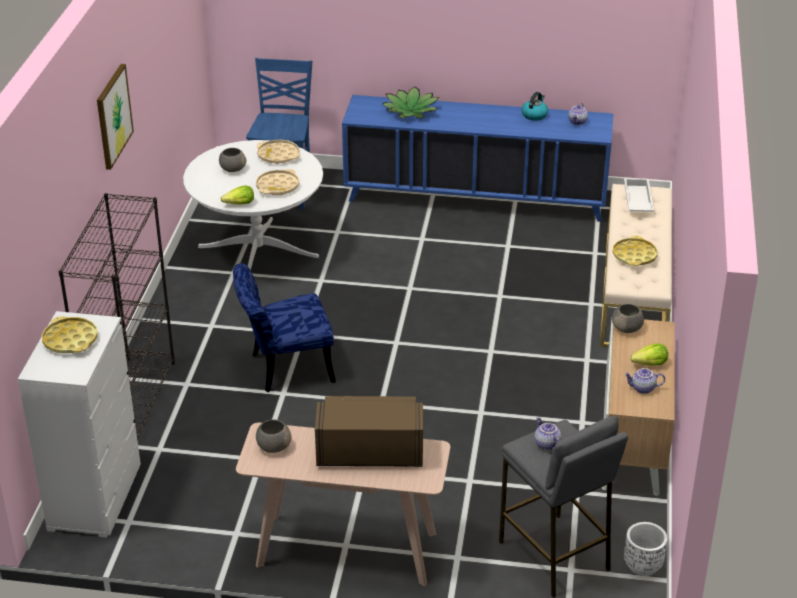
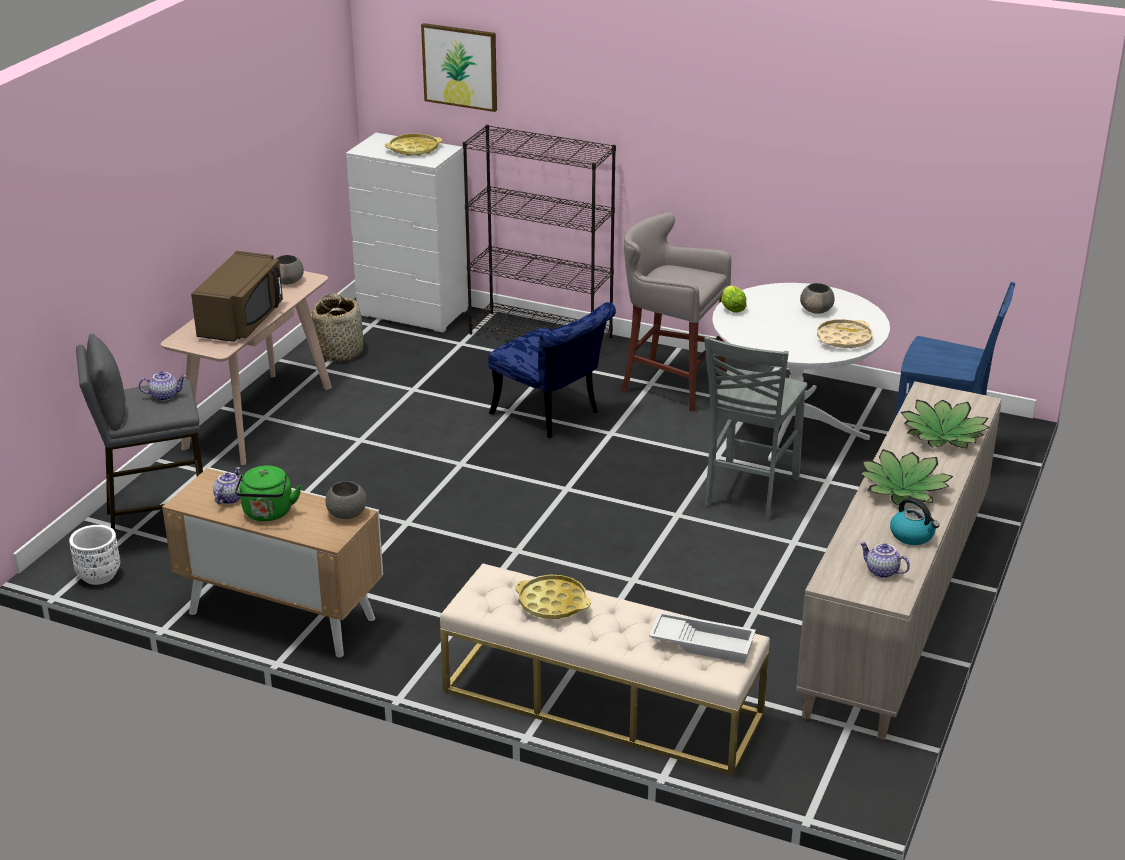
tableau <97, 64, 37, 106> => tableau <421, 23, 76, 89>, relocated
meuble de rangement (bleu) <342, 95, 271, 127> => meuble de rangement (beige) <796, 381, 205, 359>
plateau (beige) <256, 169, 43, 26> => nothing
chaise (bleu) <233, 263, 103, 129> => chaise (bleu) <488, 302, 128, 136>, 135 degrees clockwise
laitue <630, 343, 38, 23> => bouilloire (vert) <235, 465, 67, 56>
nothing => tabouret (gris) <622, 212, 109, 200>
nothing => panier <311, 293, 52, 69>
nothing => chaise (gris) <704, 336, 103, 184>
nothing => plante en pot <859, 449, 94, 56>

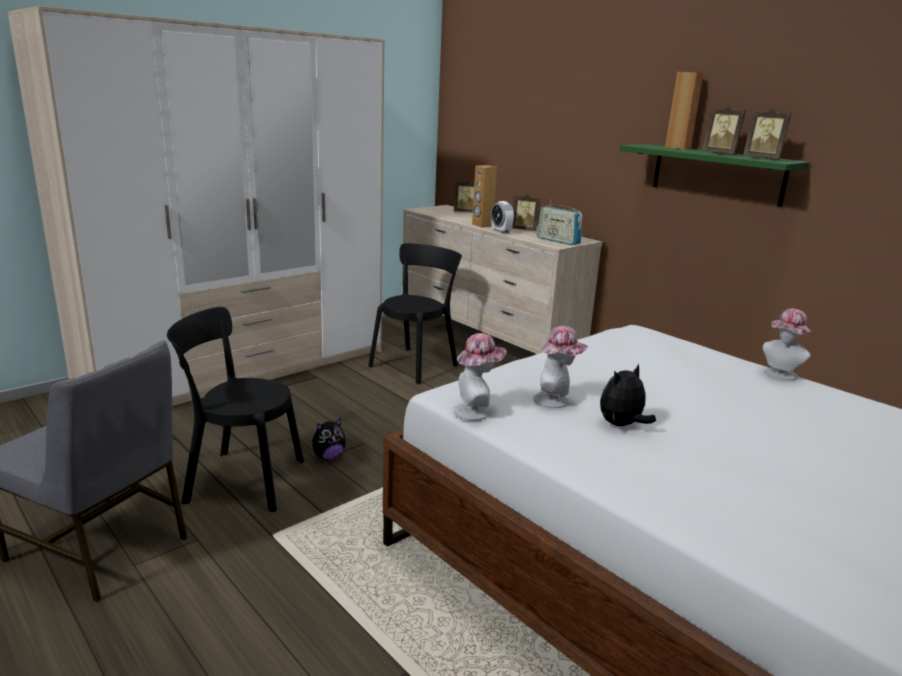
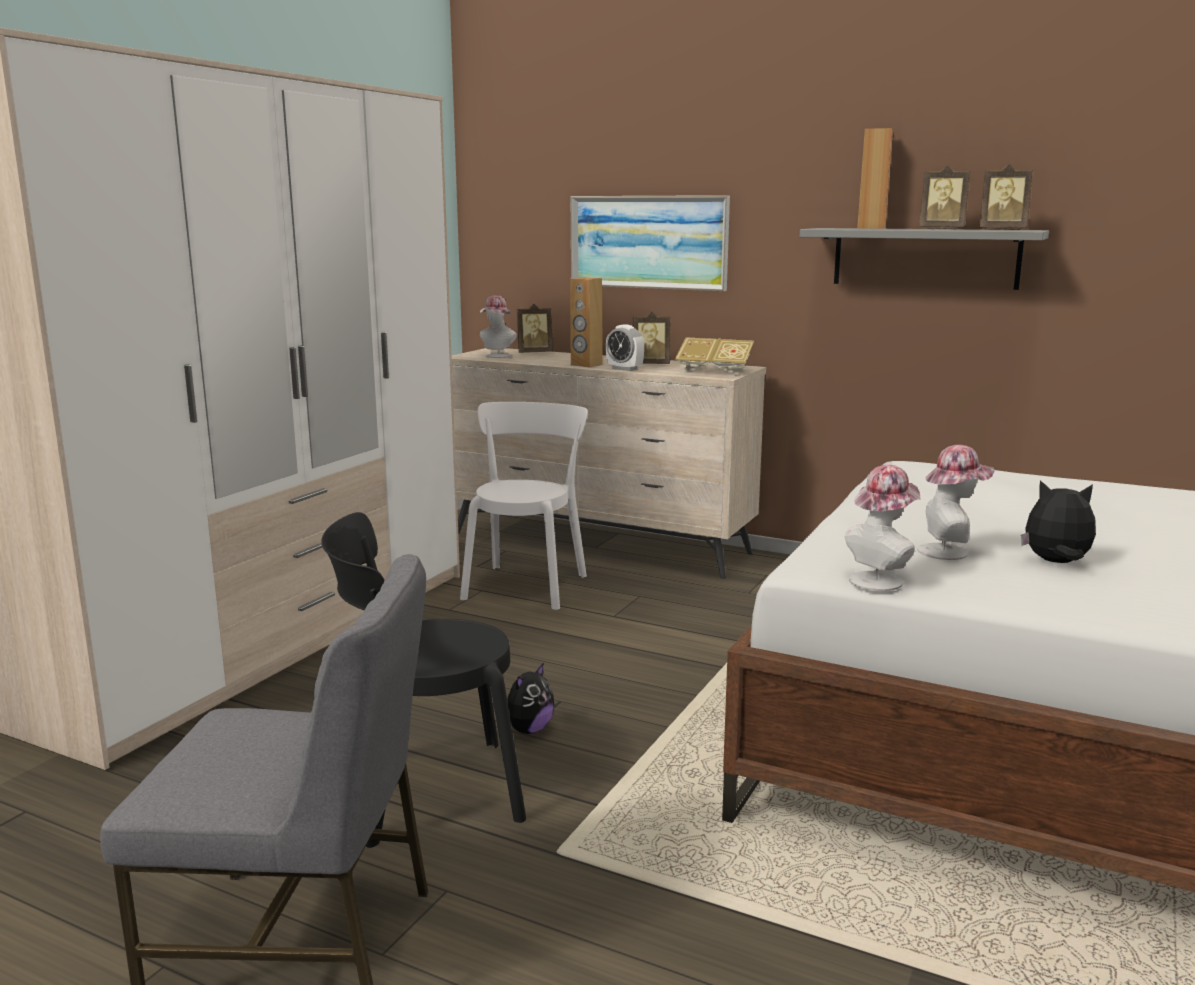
étagère (vert) <619, 144, 191, 63> => étagère (gris) <800, 228, 249, 62>
radio <537, 200, 45, 45> => livre <675, 337, 79, 38>
chaise (noir) <368, 243, 94, 141> => chaise (blanc) <460, 402, 128, 208>
chapeau <763, 309, 48, 72> => chapeau <480, 295, 37, 63>, relocated
peluche <600, 364, 56, 62> => peluche <1021, 480, 75, 83>, 75 degrees clockwise
nothing => tableau <571, 195, 159, 96>

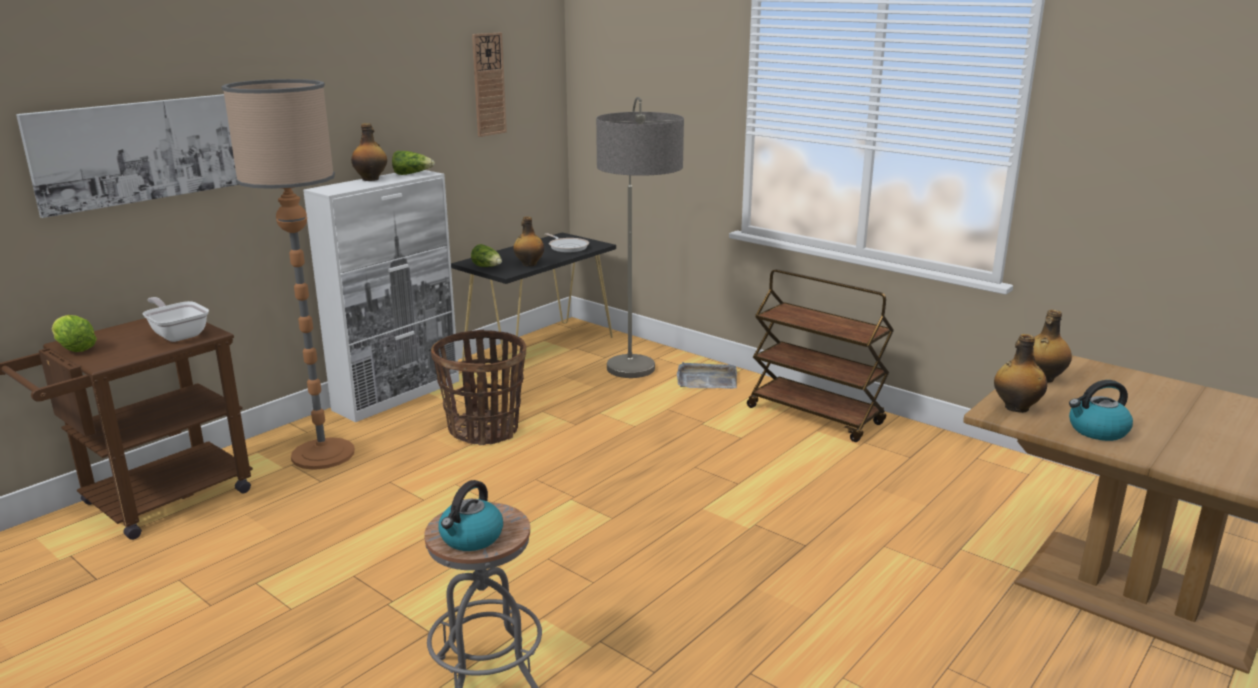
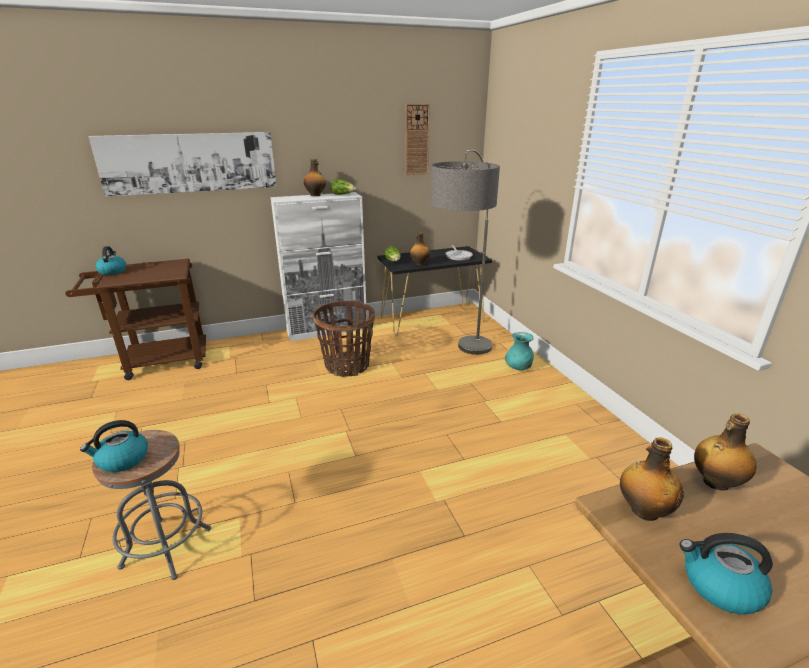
lampadaire <221, 79, 133, 391> => nothing
chariot (marron) <747, 269, 147, 173> => nothing
poêle <142, 297, 67, 45> => nothing
laitue <52, 315, 45, 37> => bouilloire <95, 246, 31, 29>
plateau (gris) <677, 362, 60, 27> => vase (turquoise) <505, 332, 29, 38>

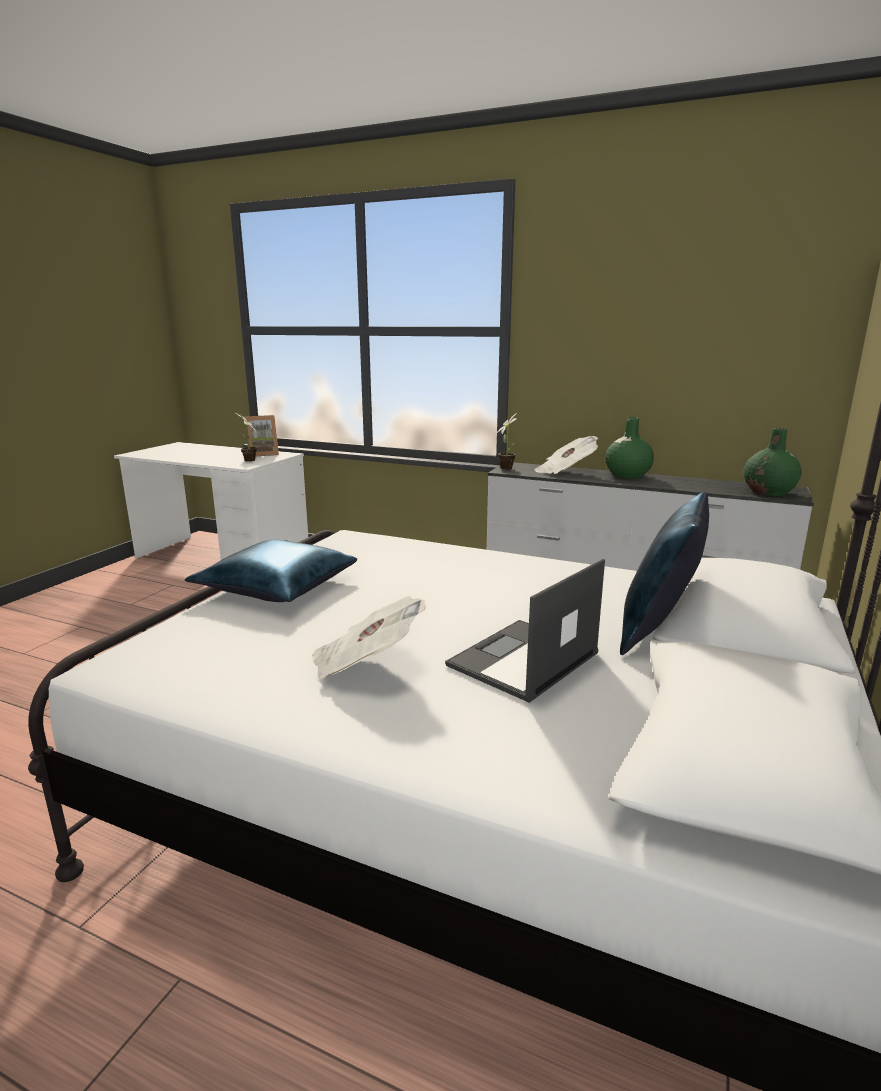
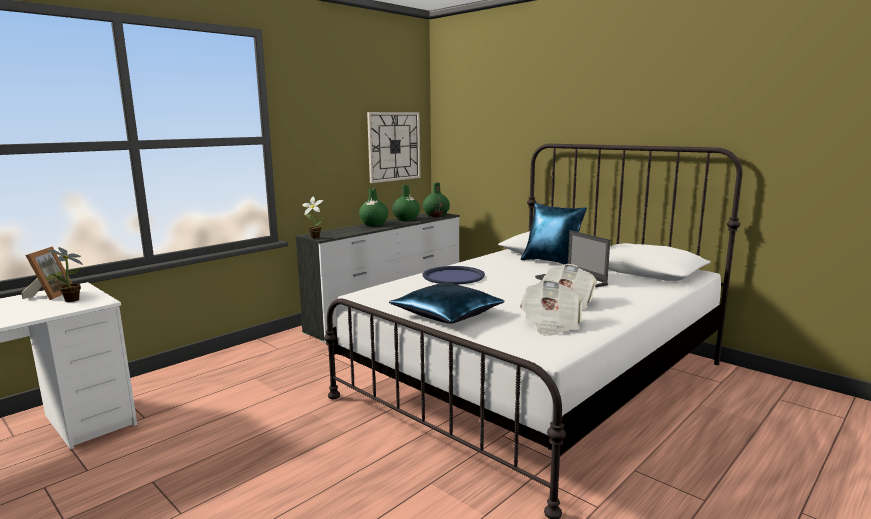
journal <535, 436, 63, 38> => journal <520, 280, 63, 56>, relocated
nothing => horloge murale <367, 112, 54, 71>
nothing => vase (vert) <392, 185, 28, 36>
nothing => plateau (bleu) <423, 266, 62, 19>

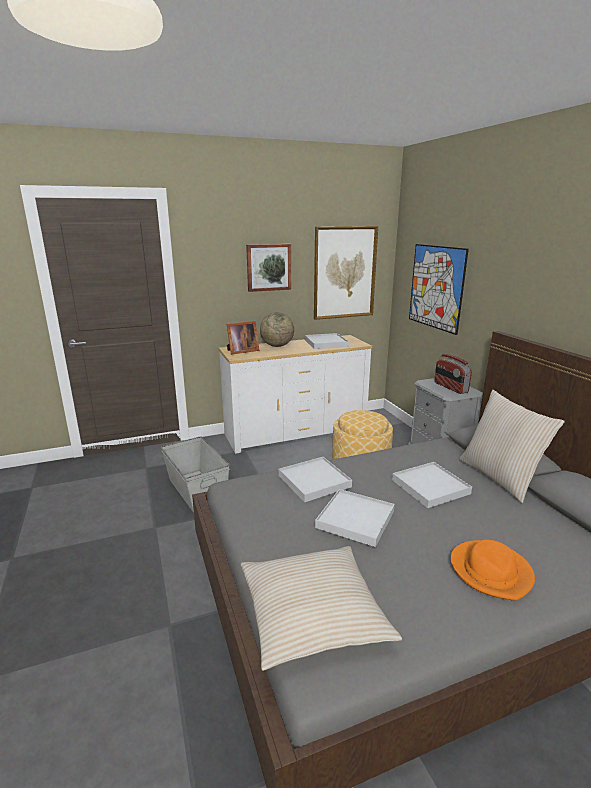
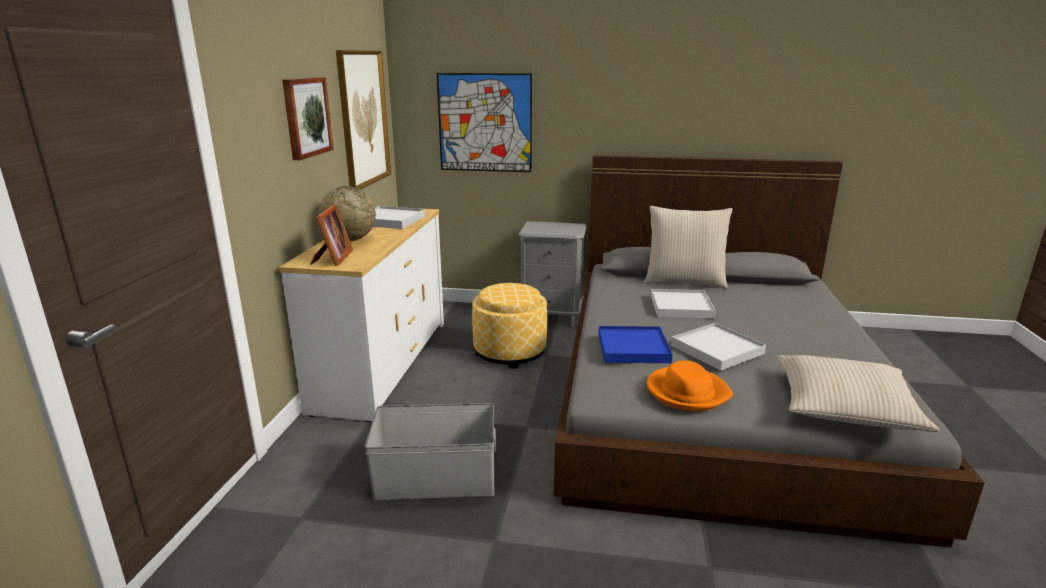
radio <434, 354, 38, 40> => nothing
plateau (blanc) <279, 457, 73, 45> => plateau (bleu) <598, 326, 75, 37>
chapeau (orange) <451, 540, 84, 60> => chapeau (orange) <647, 360, 86, 51>, relocated

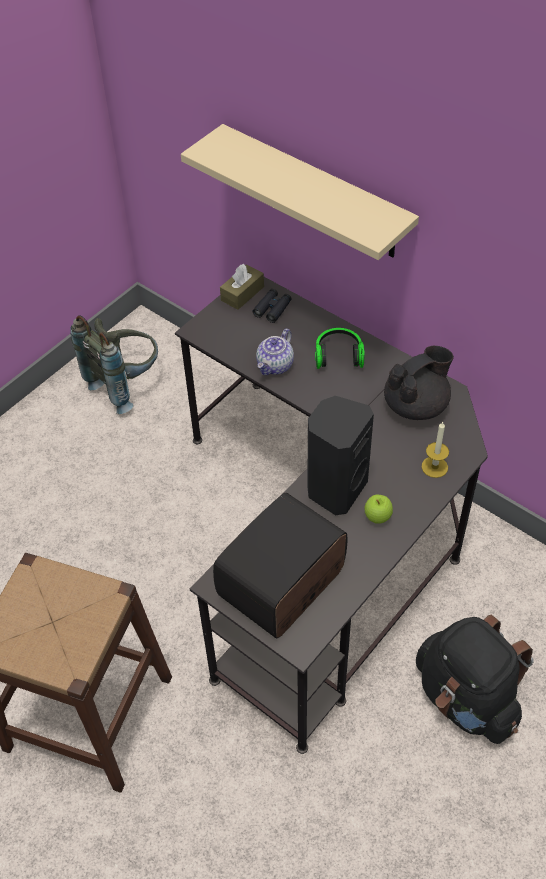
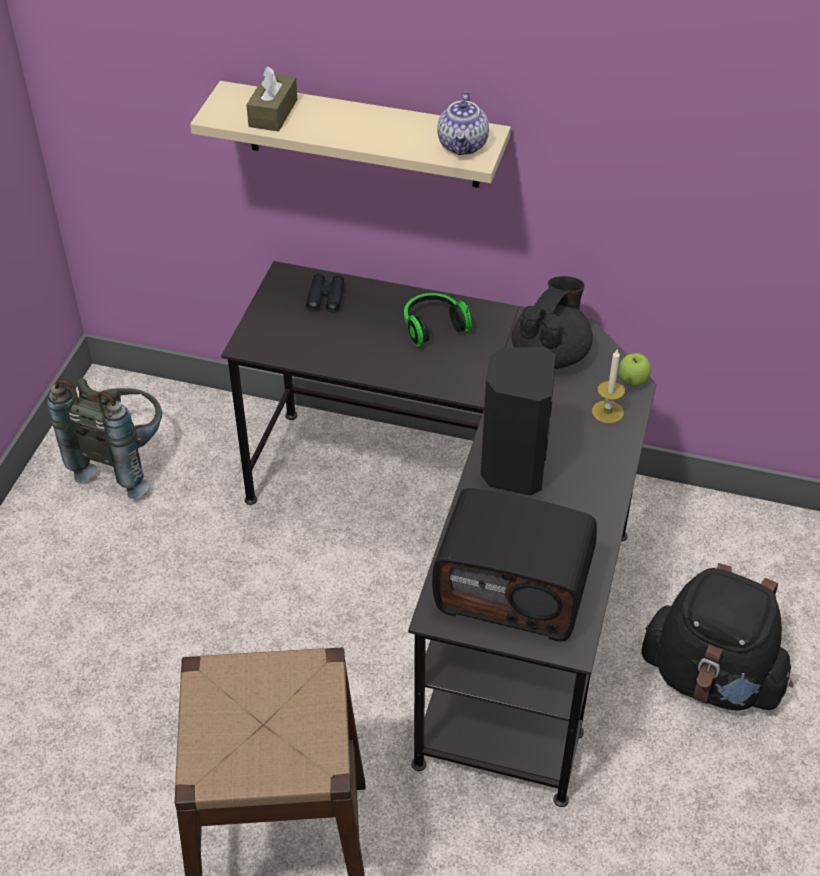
boîte à mouchoirs (marron) <220, 264, 44, 46> => boîte à mouchoirs (marron) <246, 67, 52, 65>, relocated
théière <256, 329, 38, 46> => théière <437, 92, 52, 63>, relocated
radio <213, 493, 134, 145> => radio <432, 488, 165, 153>, 90 degrees counterclockwise
pomme <364, 495, 29, 29> => pomme <619, 353, 32, 33>, relocated

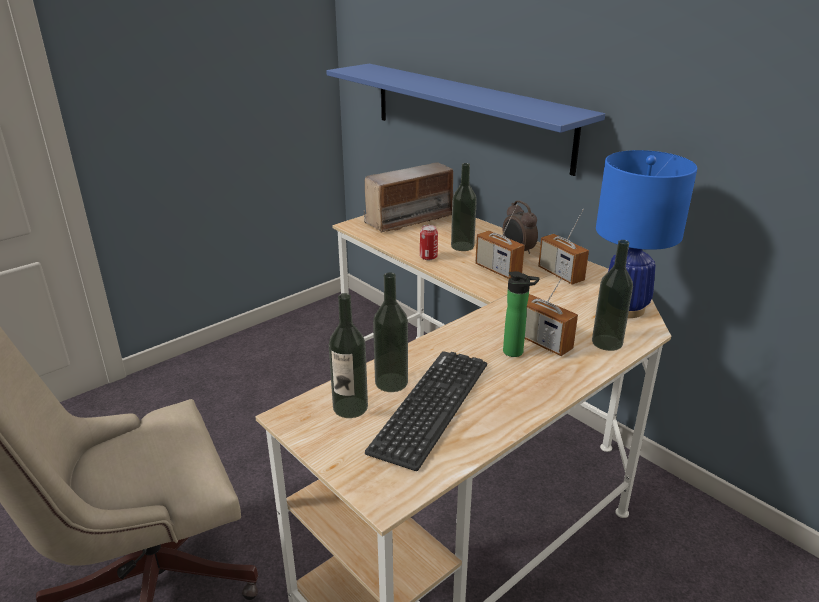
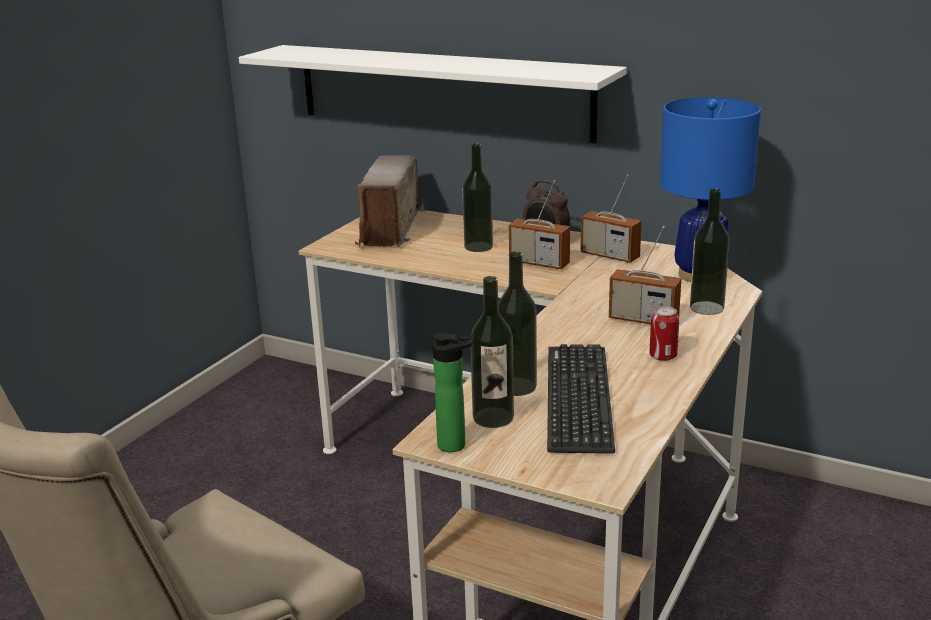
étagère (bleu) <326, 64, 279, 112> => étagère (blanc) <239, 45, 388, 99>
radio <364, 162, 89, 71> => radio <355, 155, 70, 93>, 150 degrees clockwise
boîte métallique <420, 225, 18, 35> => boîte métallique <649, 306, 30, 55>, relocated
bouteille <503, 271, 36, 86> => bouteille <431, 333, 43, 119>, relocated

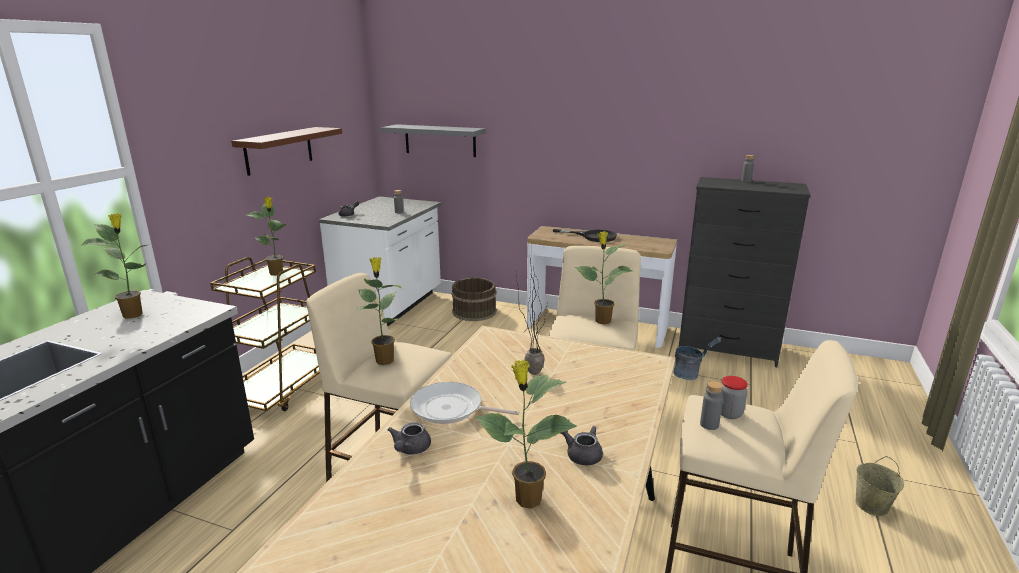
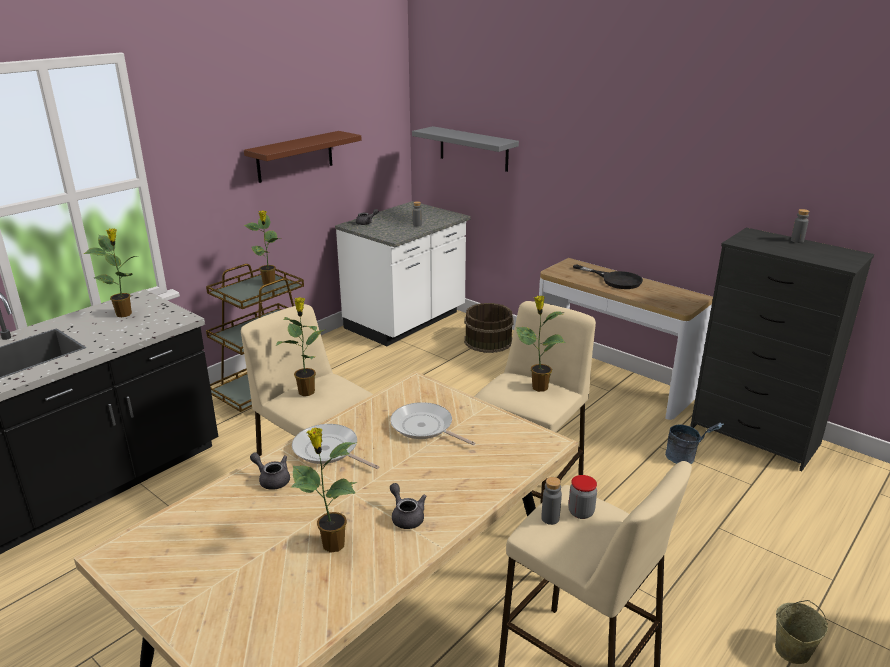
plante en pot <516, 255, 32, 120> => poêle <390, 402, 86, 43>
théière (gris) <387, 422, 44, 33> => théière (gris) <250, 452, 40, 38>, 90 degrees clockwise

